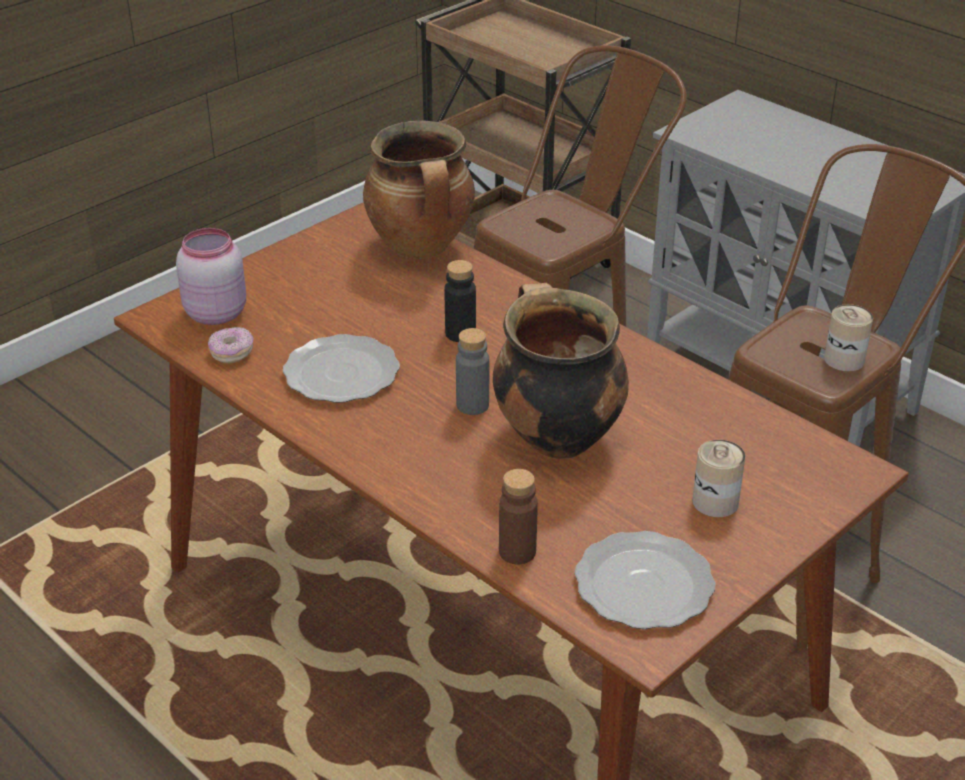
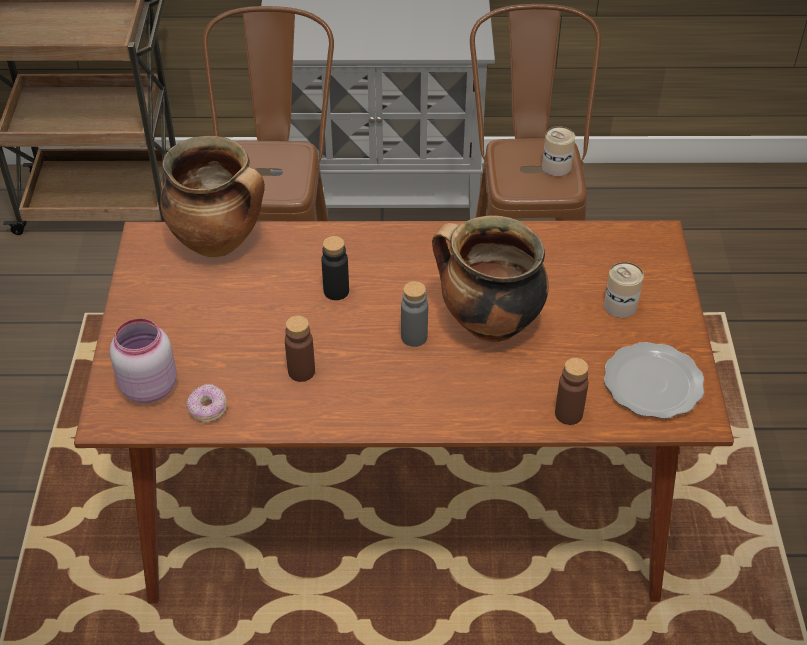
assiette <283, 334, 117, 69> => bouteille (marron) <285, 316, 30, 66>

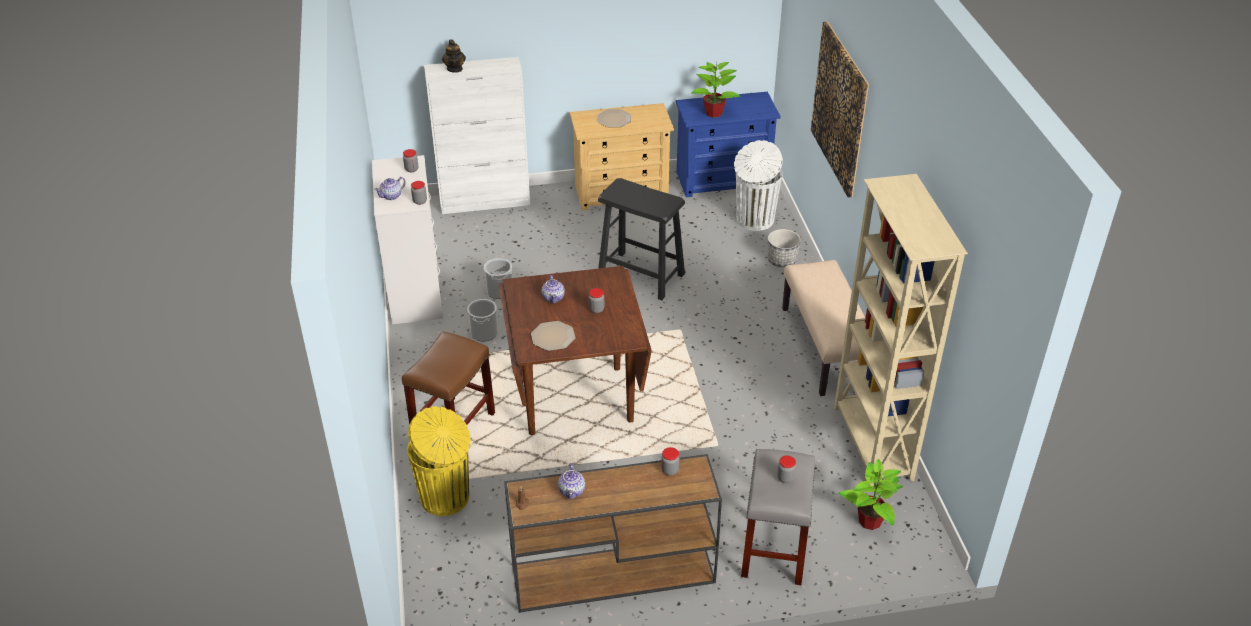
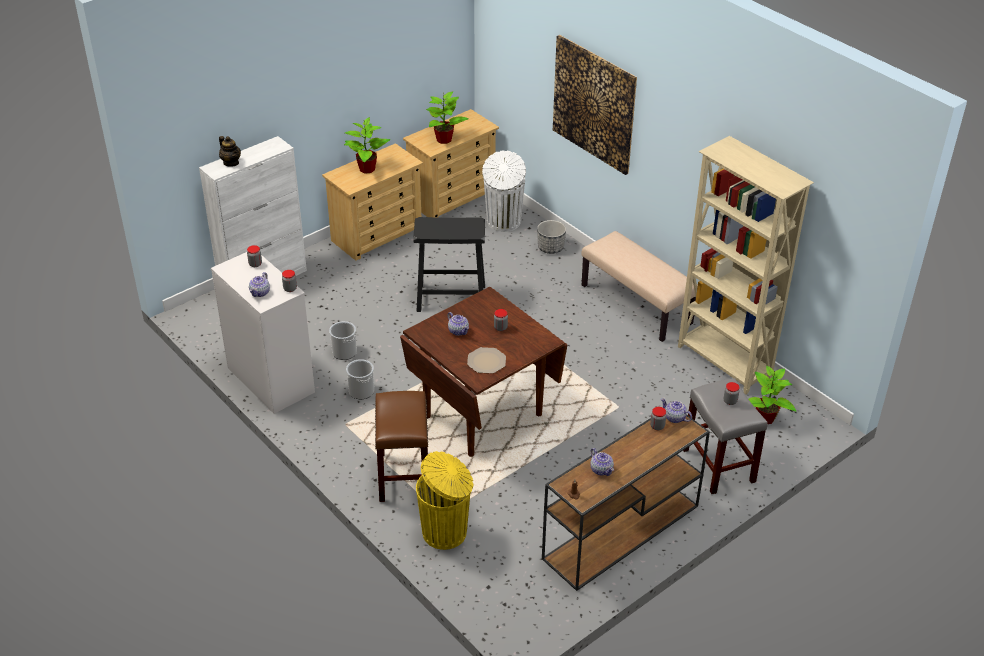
commode (bleu) <676, 92, 105, 105> => commode (beige) <403, 109, 96, 109>
assiette <597, 109, 34, 18> => plante en pot <344, 117, 46, 56>
nothing => théière <661, 398, 31, 25>

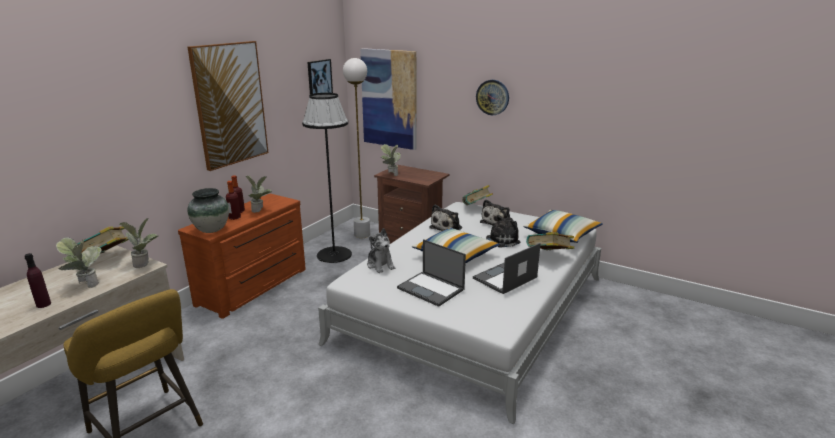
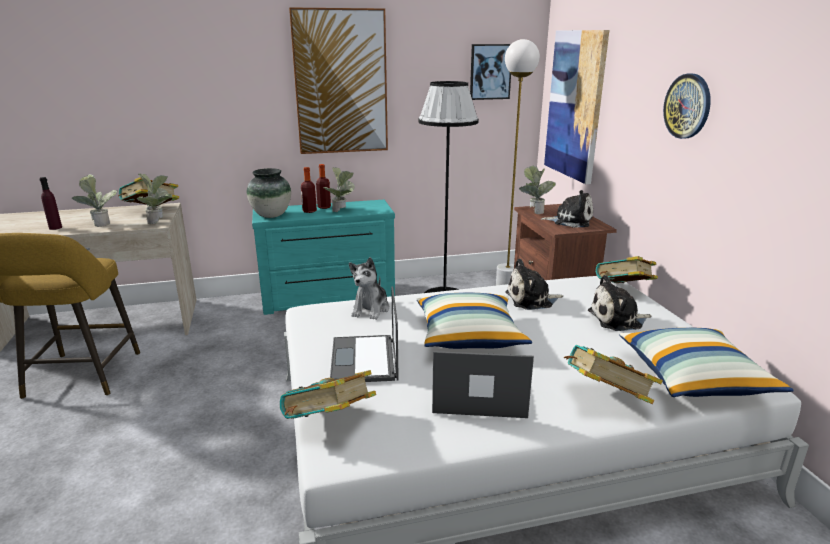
commode (marron) <178, 194, 128, 125> => commode (turquoise) <252, 200, 143, 115>
peluche <486, 215, 34, 33> => peluche <541, 190, 52, 38>, relocated
nothing => livre <280, 370, 96, 49>

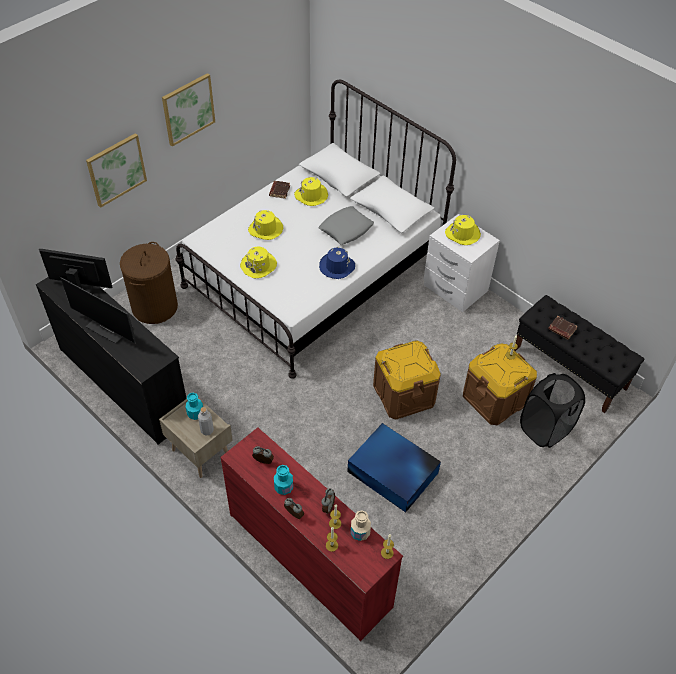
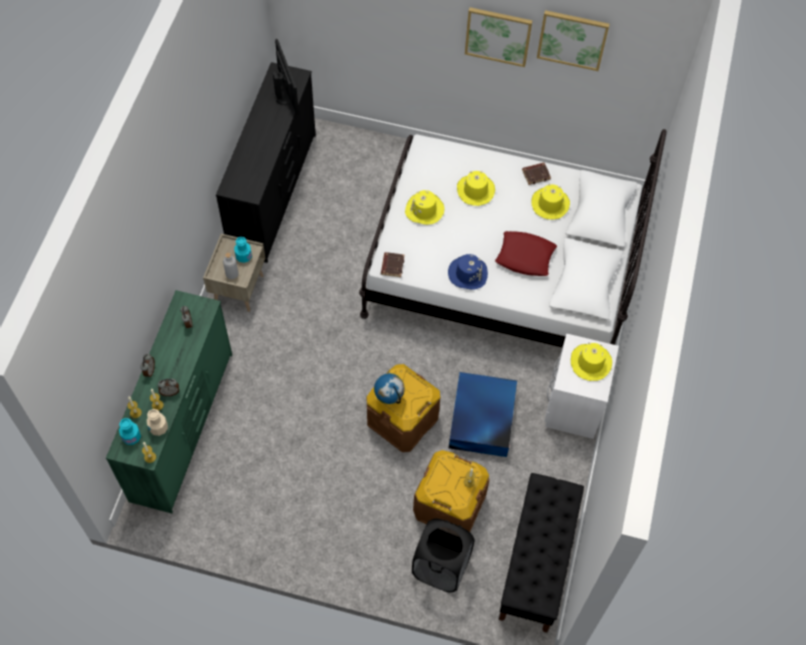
tableau <86, 133, 61, 75> => tableau <537, 10, 73, 61>, relocated
coussin (gris) <319, 206, 55, 39> => coussin (rouge) <495, 231, 62, 45>
panier à linge (marron) <120, 242, 58, 82> => nothing
écran d'ordinateur <61, 277, 75, 67> => nothing
livre (marron) <548, 316, 30, 23> => livre (marron) <381, 252, 23, 25>, relocated
boîte de rangement (bleu) <347, 423, 94, 90> => boîte de rangement (bleu) <449, 372, 68, 85>, relocated
commode (rouge) <220, 427, 183, 214> => commode (vert) <106, 290, 126, 223>
bouteille (turquoise) <274, 465, 19, 30> => bouteille (turquoise) <119, 418, 22, 27>, relocated
nothing => globe <374, 373, 31, 31>

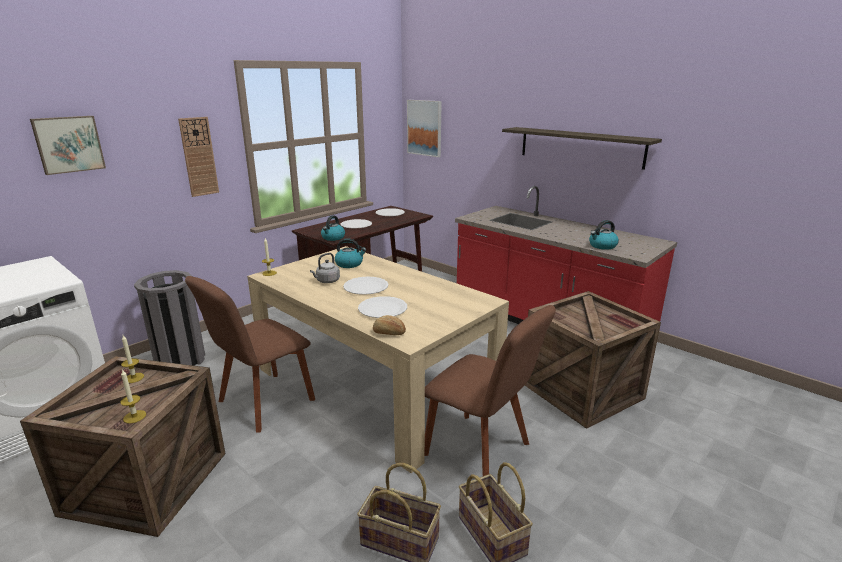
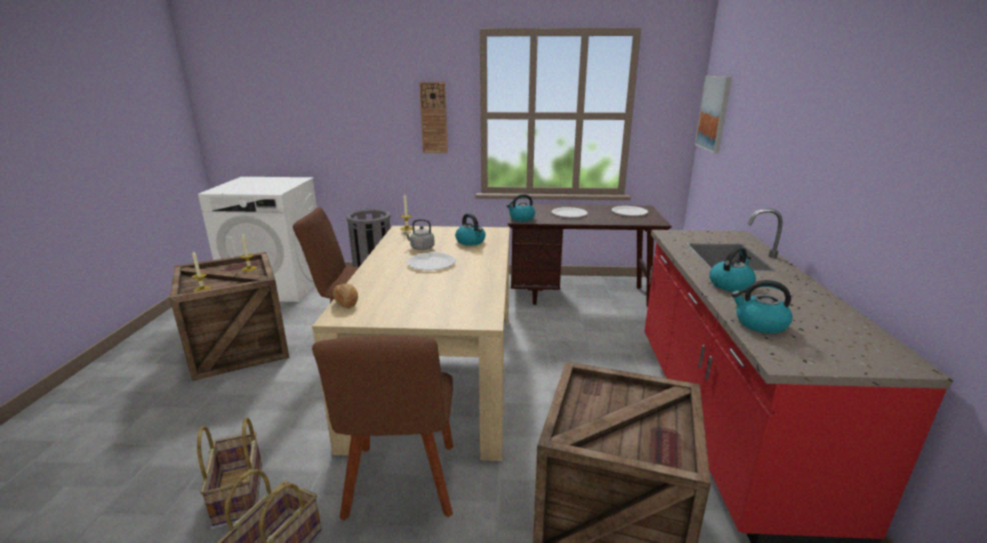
tableau <30, 116, 76, 59> => nothing
étagère <502, 127, 160, 43> => nothing
assiette (blanc) <358, 296, 49, 22> => nothing
nothing => bouilloire <709, 247, 47, 45>

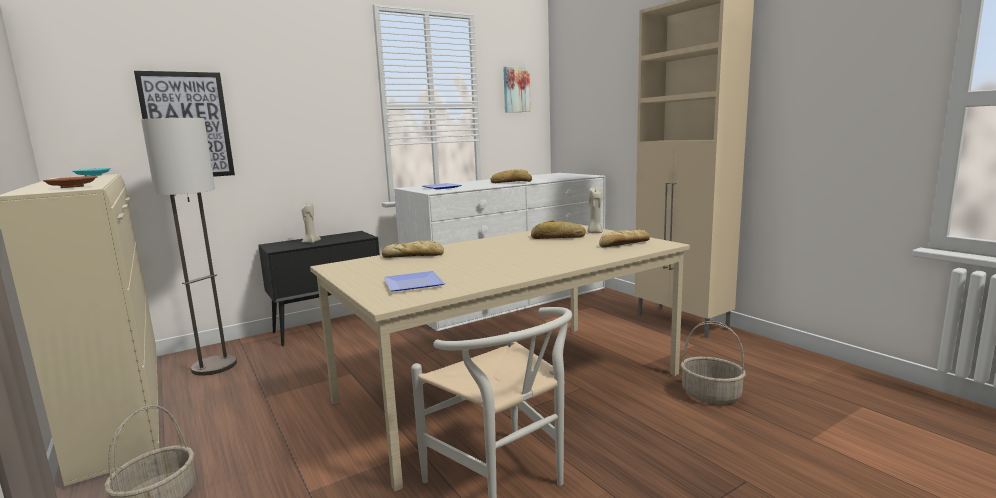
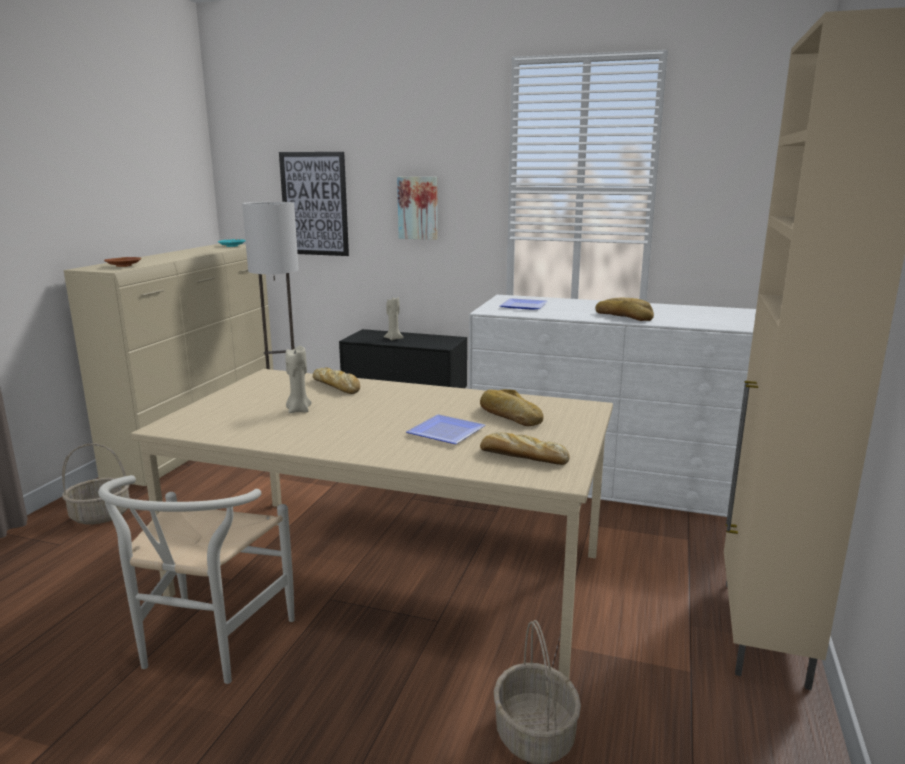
tableau <503, 66, 28, 46> => tableau <397, 177, 41, 63>, relocated
bougie (beige) <587, 187, 16, 46> => bougie (beige) <285, 346, 27, 67>, relocated
assiette <384, 271, 61, 20> => assiette <406, 414, 79, 30>, relocated

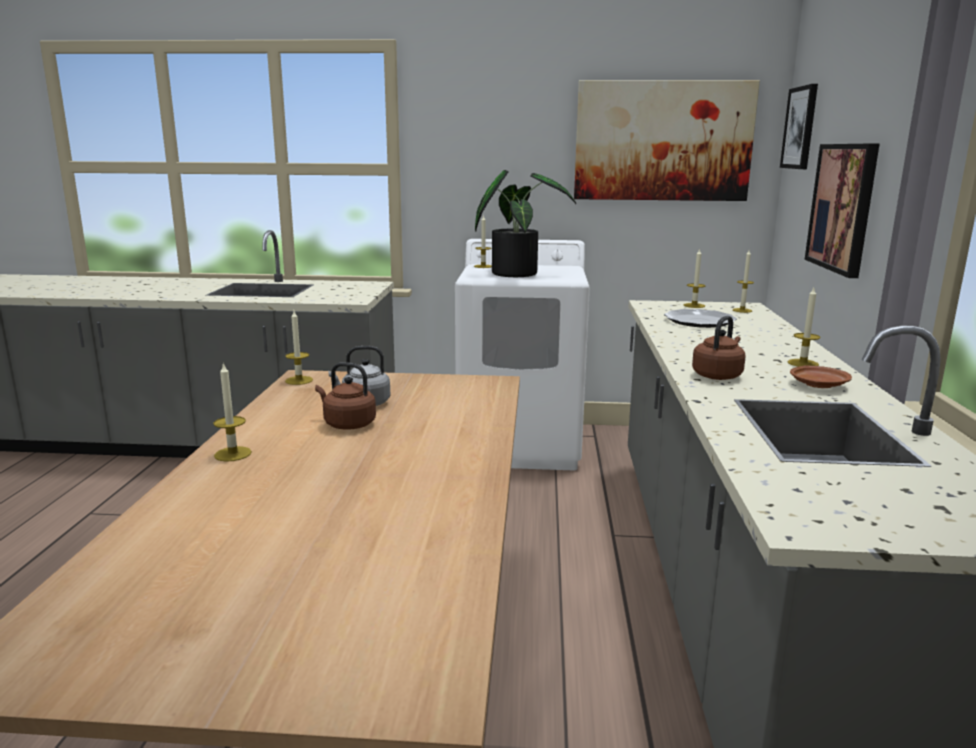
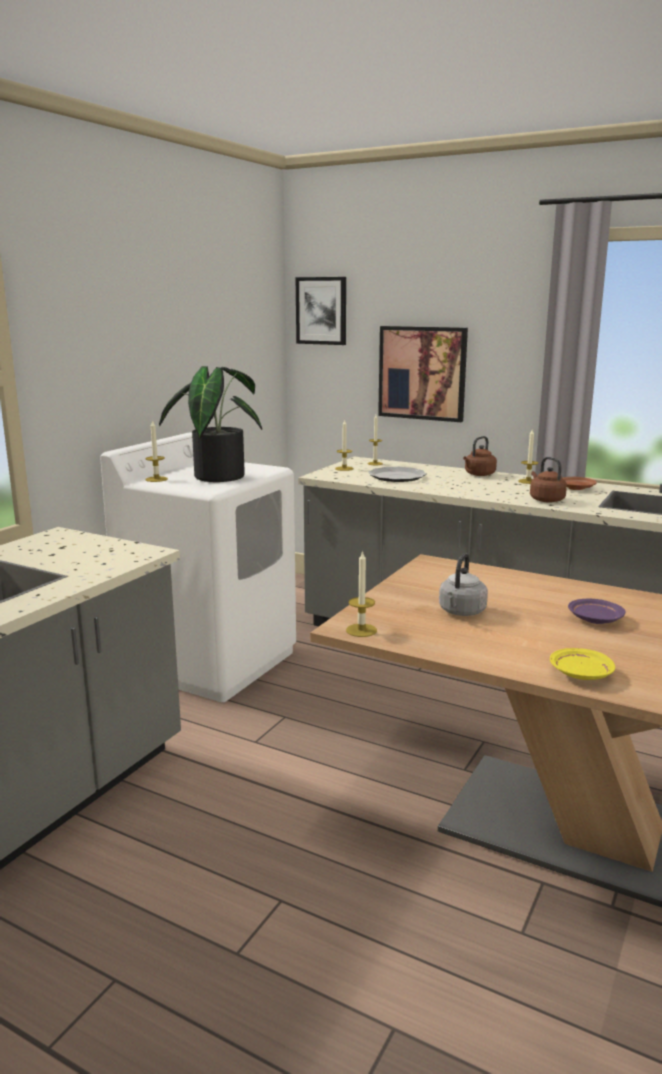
tableau <574, 80, 186, 121> => nothing
bougie <213, 362, 39, 100> => assiette (jaune) <550, 648, 65, 32>
bouilloire (marron) <315, 362, 61, 68> => bouilloire (marron) <463, 436, 34, 40>, relocated
nothing => assiette (violet) <568, 599, 57, 25>

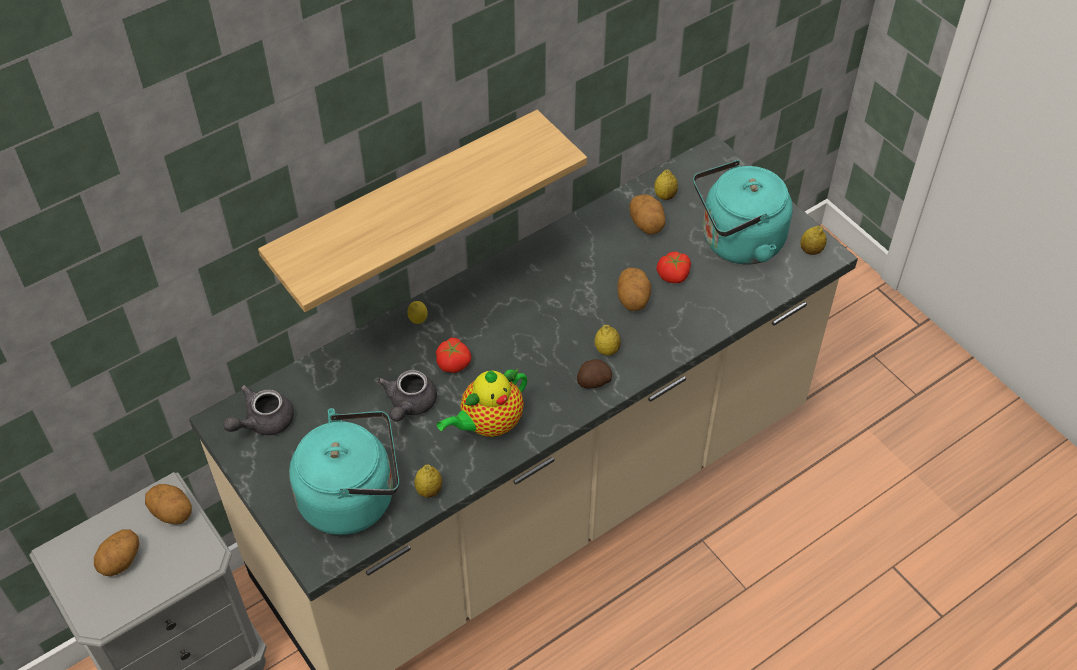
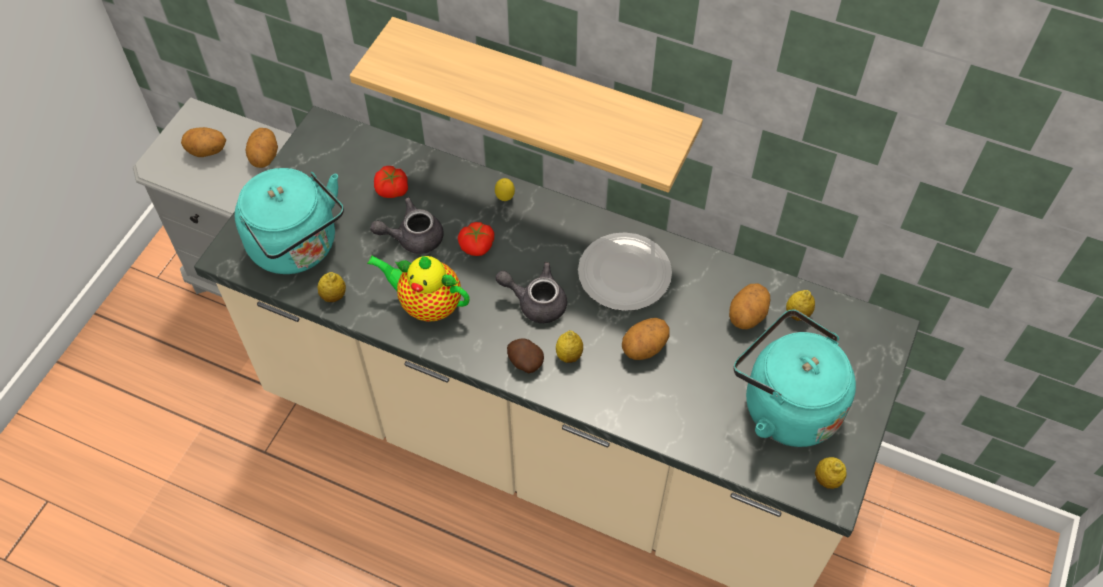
tomate <656, 252, 35, 31> => tomate <374, 166, 34, 32>, relocated
théière (gris) <223, 385, 71, 50> => théière (gris) <496, 262, 71, 61>, relocated
nothing => assiette <578, 232, 94, 79>

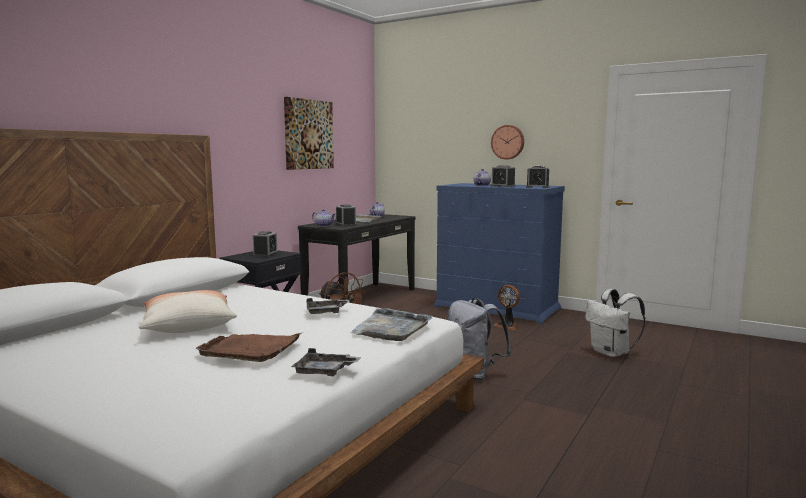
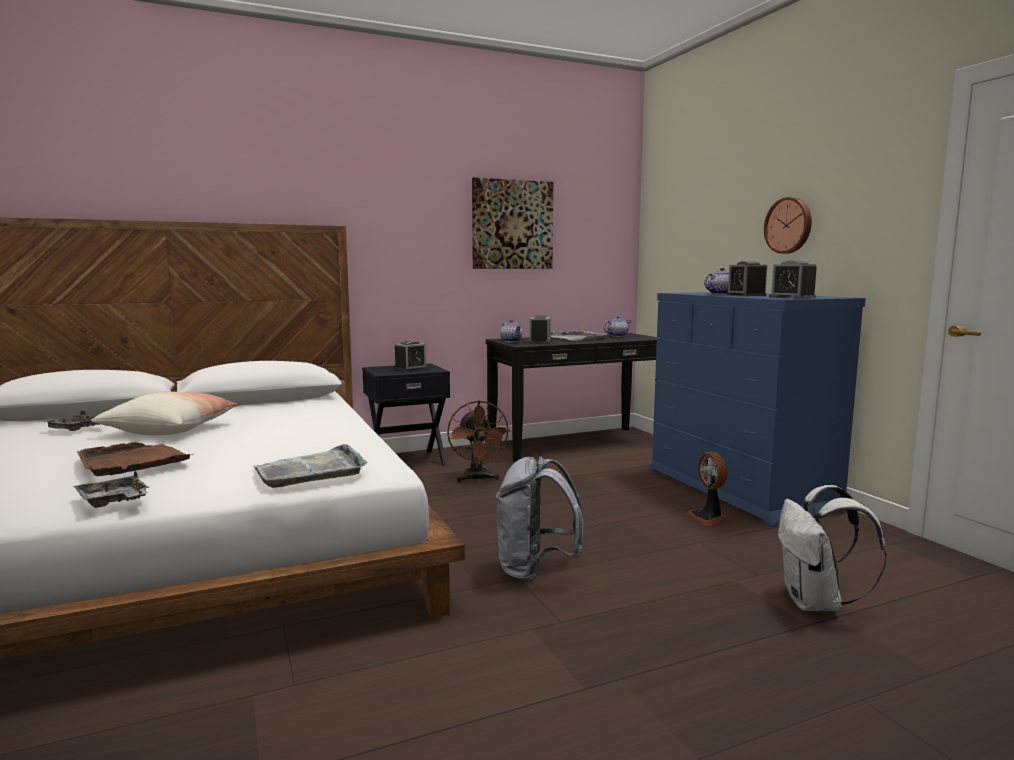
plateau (gris) <307, 298, 43, 16> => plateau (gris) <42, 411, 58, 20>, relocated

